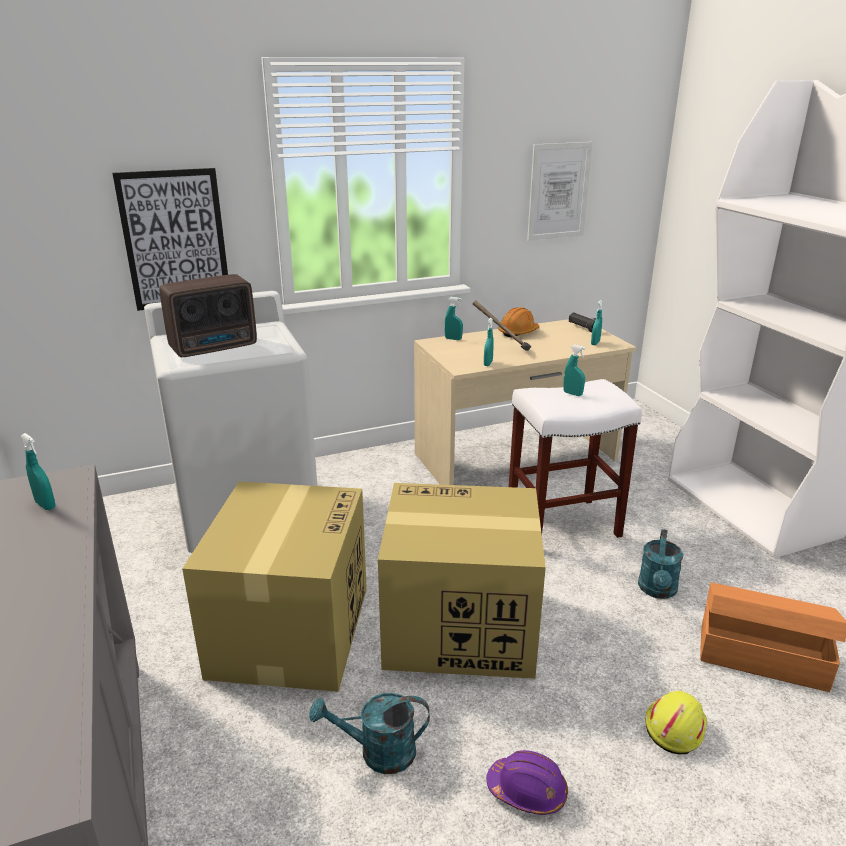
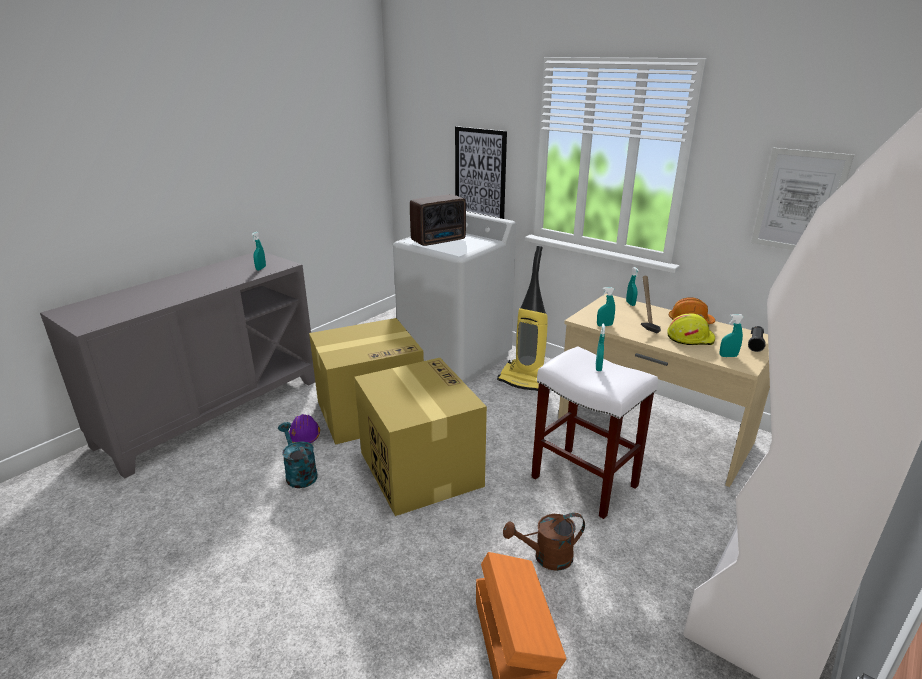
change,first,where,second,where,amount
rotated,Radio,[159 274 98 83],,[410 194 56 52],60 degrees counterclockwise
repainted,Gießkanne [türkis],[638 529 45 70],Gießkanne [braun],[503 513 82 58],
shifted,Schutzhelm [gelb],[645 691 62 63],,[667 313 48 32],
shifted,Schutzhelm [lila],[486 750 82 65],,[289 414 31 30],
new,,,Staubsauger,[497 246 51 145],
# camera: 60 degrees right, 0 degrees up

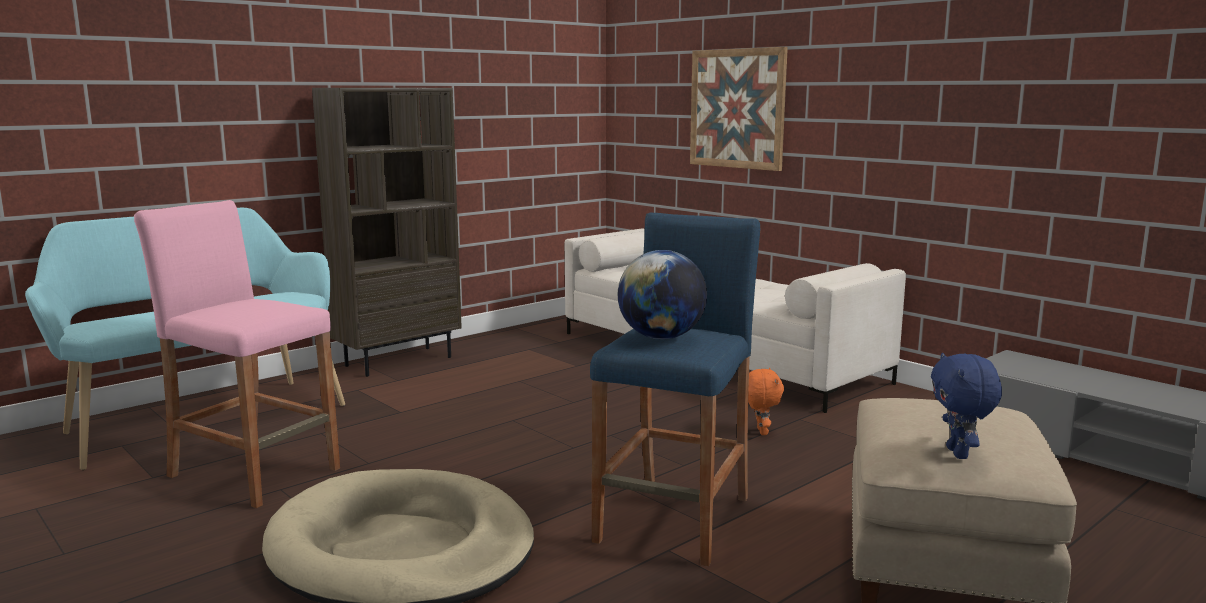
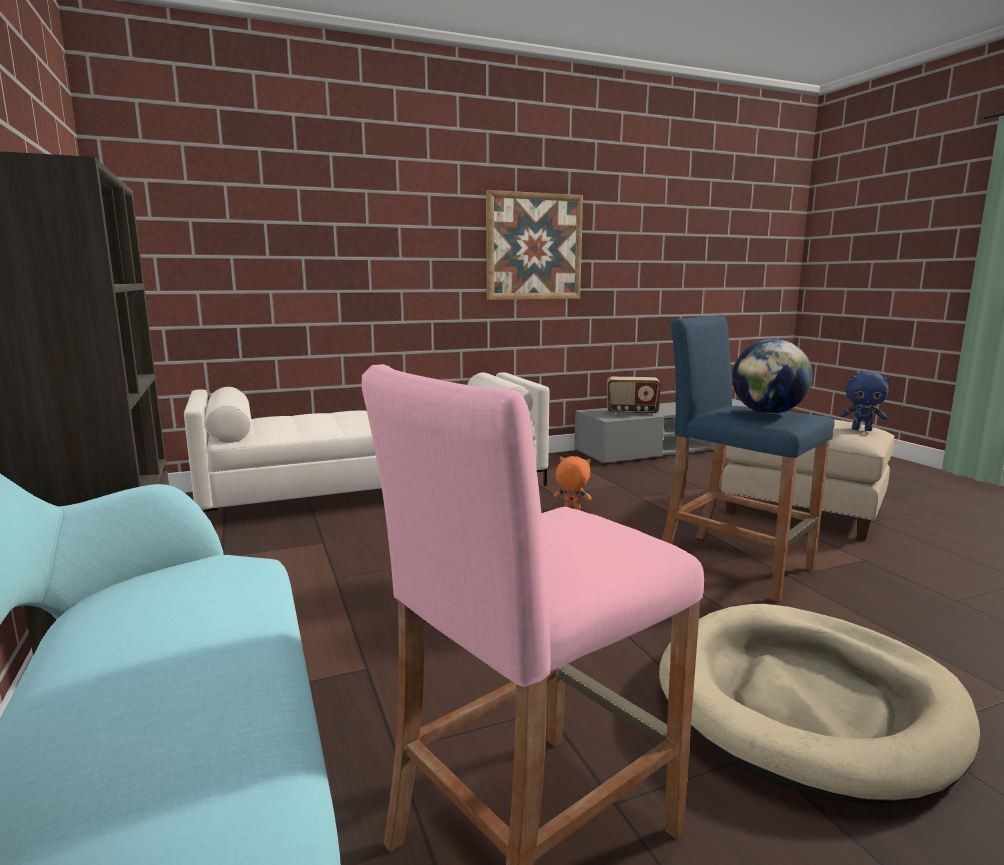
change,first,where,second,where,amount
shifted,Bild,[690 47 98 124],,[486 190 97 110],
new,,,Radio,[607 377 54 38],
# camera: 70 degrees left, 0 degrees up

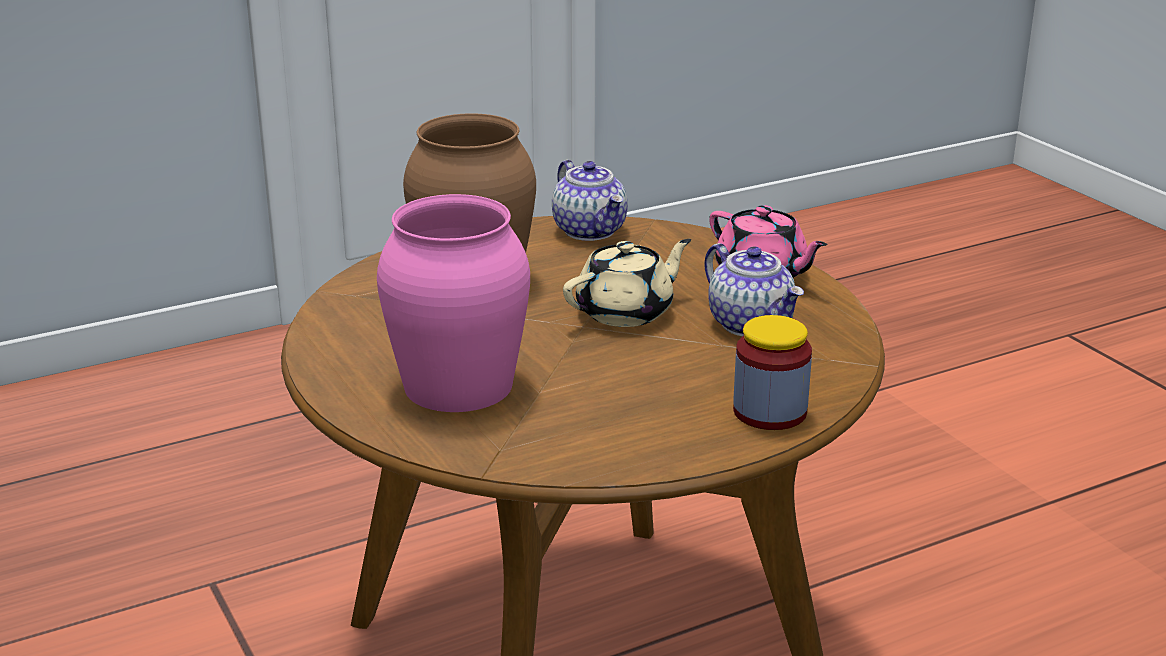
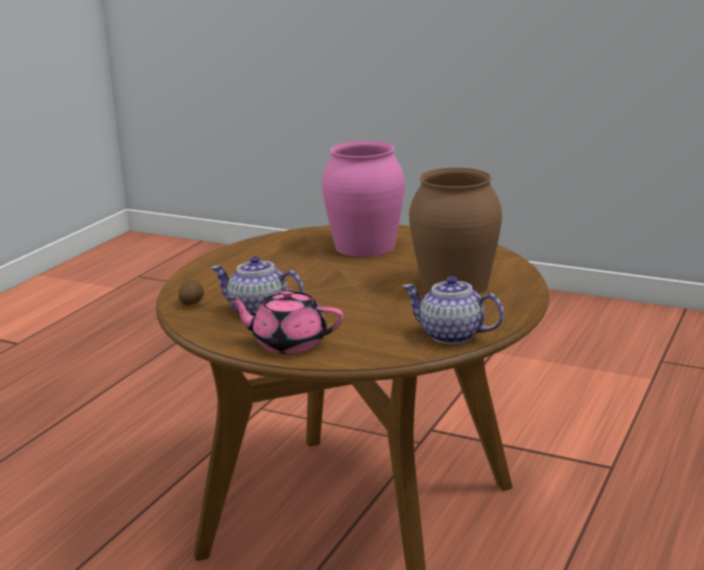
change,first,where,second,where,amount
gone,Teekanne [beige],[563 239 128 88],,,
gone,Vorratsglas,[733 315 79 115],,,
new,,,Kartoffel,[179 280 25 25],
# camera: 145 degrees right, 5 degrees down

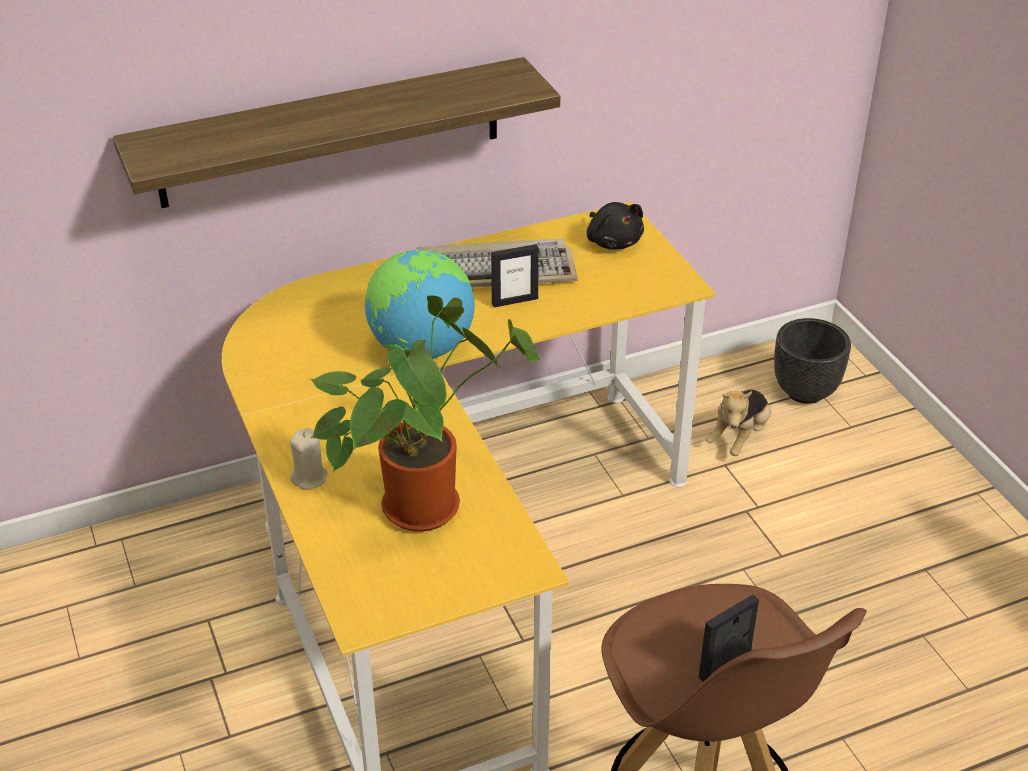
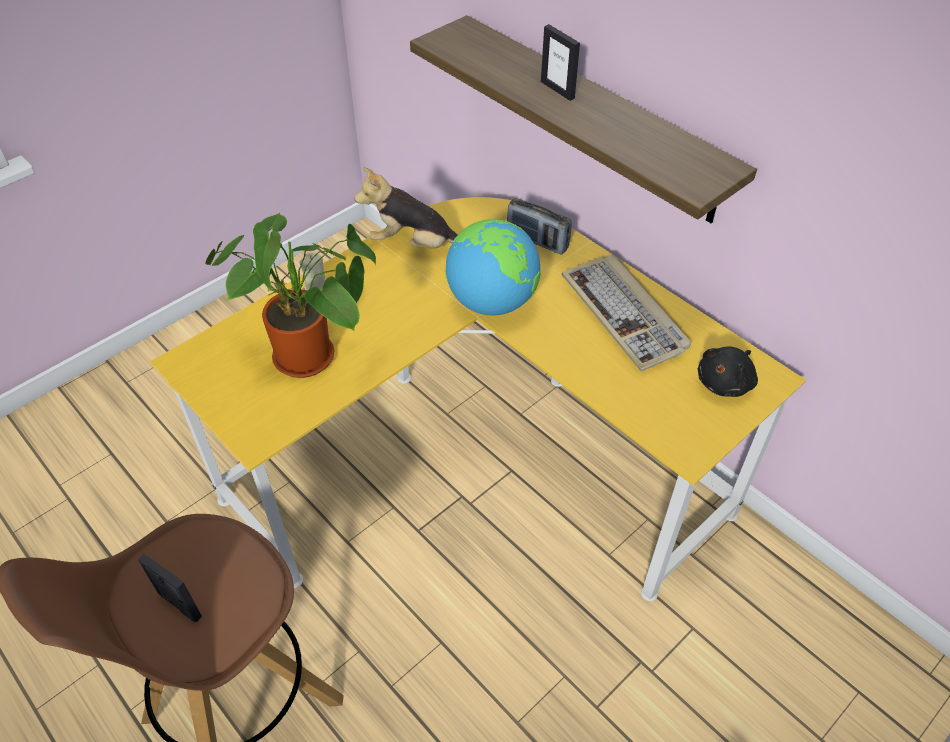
change,first,where,second,where,amount
shifted,Bilderrahmen,[491 244 48 63],,[541 24 39 77],
gone,Pflanzkübel [schwarz],[774 318 77 86],,,
shifted,Plüschtier,[705 390 66 66],,[355 167 102 82],
new,,,Radio,[507 198 64 57],
# camera: 70 degrees right, 10 degrees up

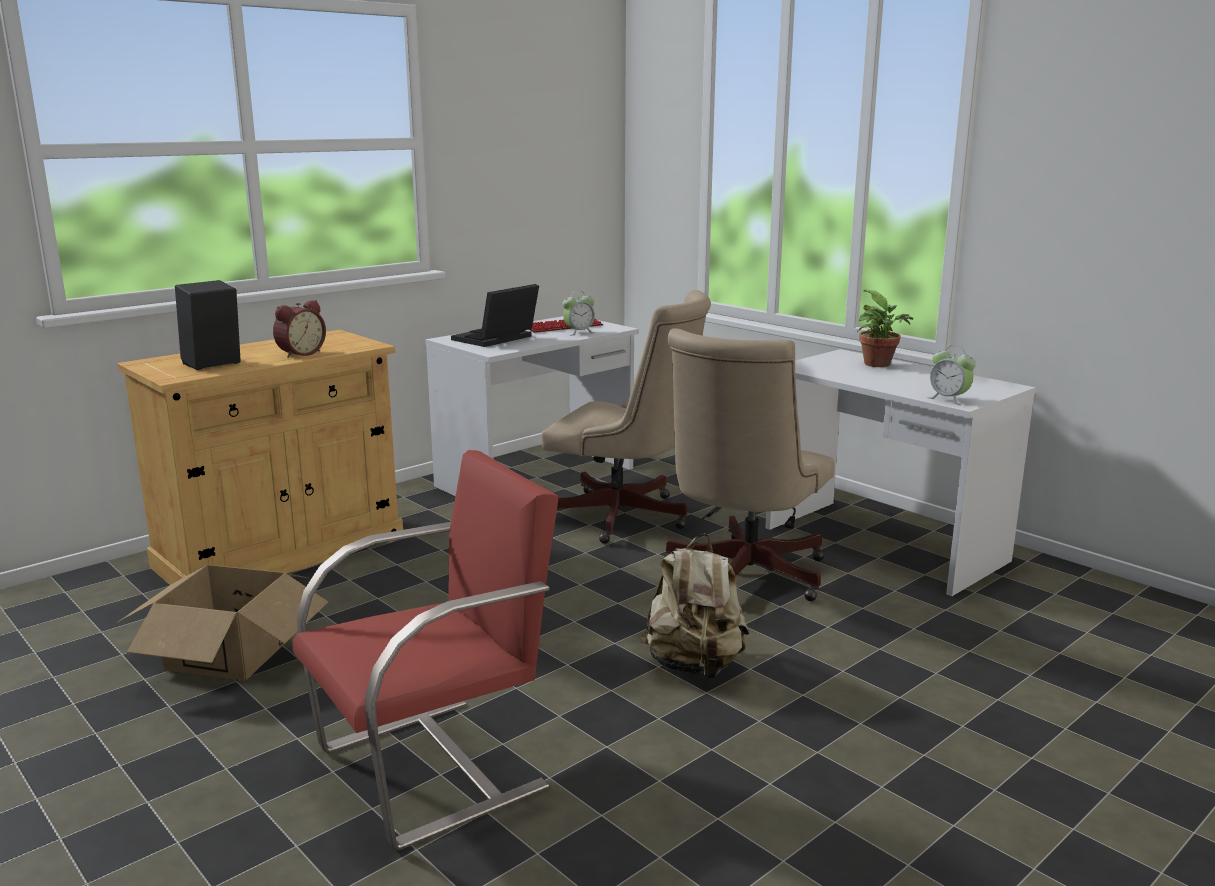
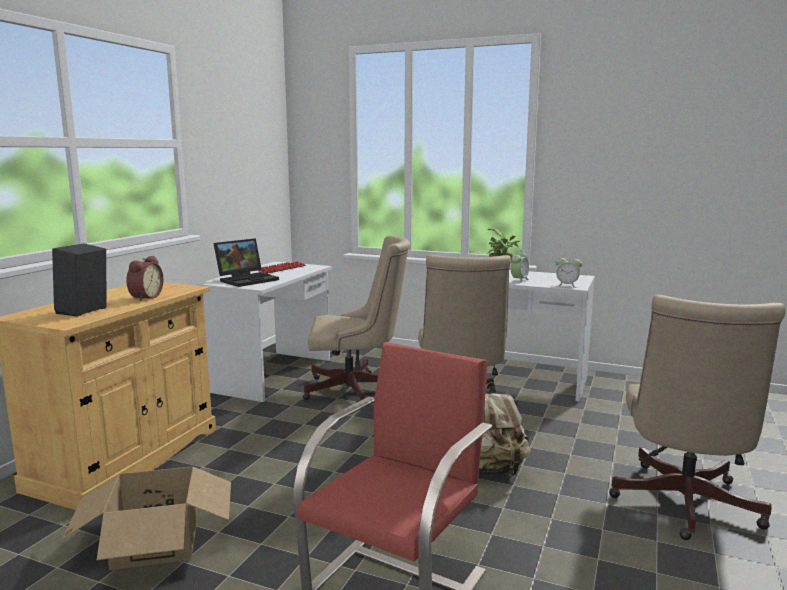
change,first,where,second,where,amount
rotated,Laptop,[451 284 88 63],,[213 238 66 49],150 degrees counterclockwise
shifted,Wecker,[562 291 33 45],,[511 250 18 33],
new,,,Bürostuhl [beige],[609 295 177 245],
# camera: 25 degrees left, 5 degrees down

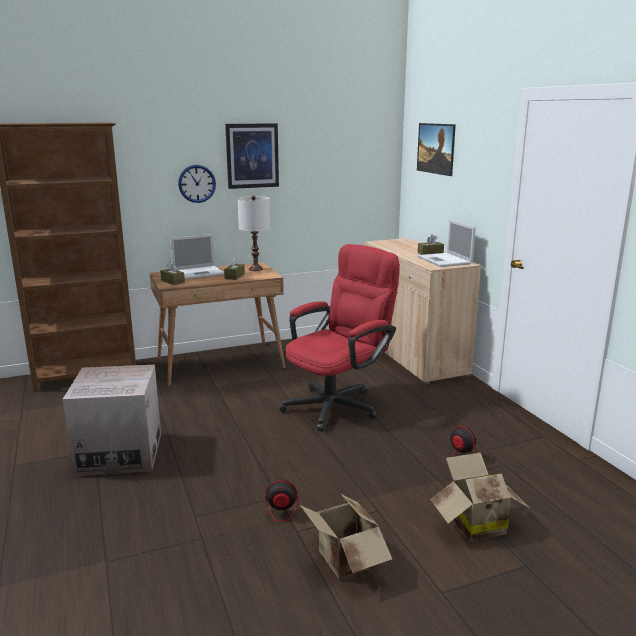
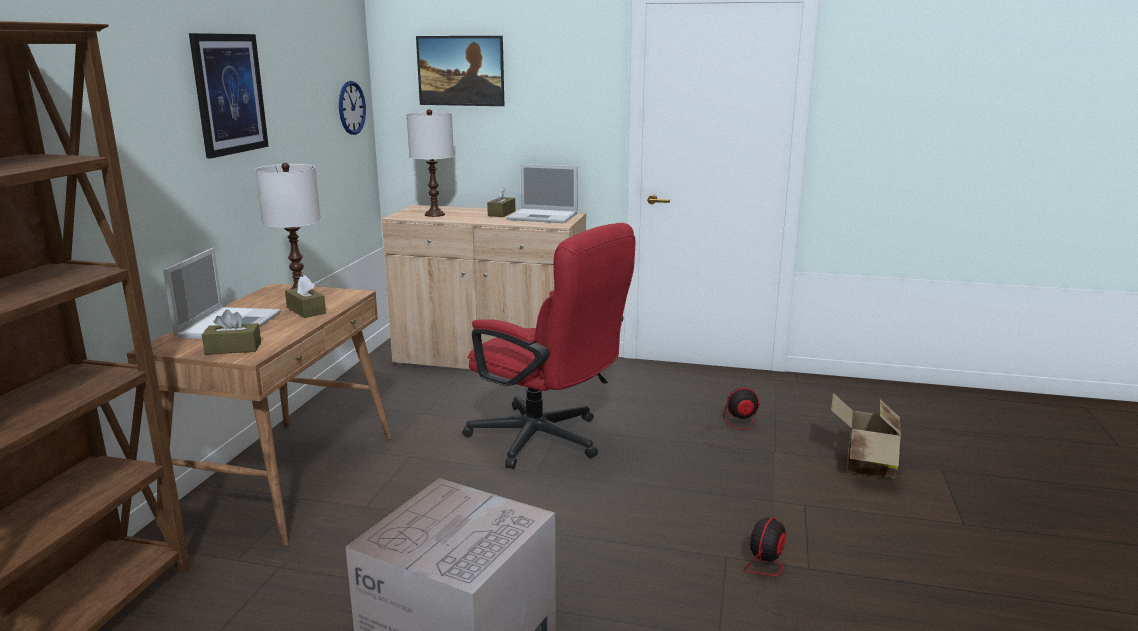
change,first,where,second,where,amount
shifted,Wanduhr,[178 165 38 38],,[339 81 27 54],
rotated,Bürostuhl [rot],[280 244 120 187],,[462 223 174 246],135 degrees clockwise
gone,Karton,[300 493 92 85],,,
new,,,Tischlampe [weiß],[407 109 47 108],
# camera: 55 degrees left, 0 degrees up

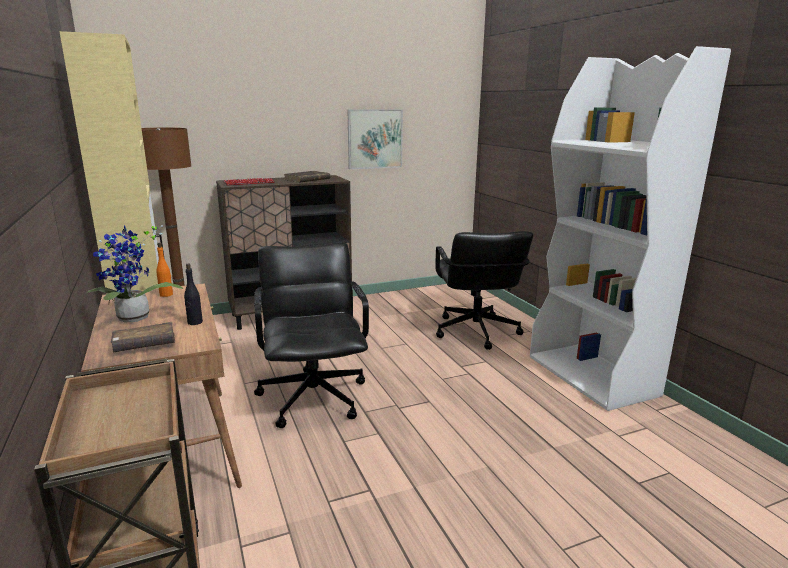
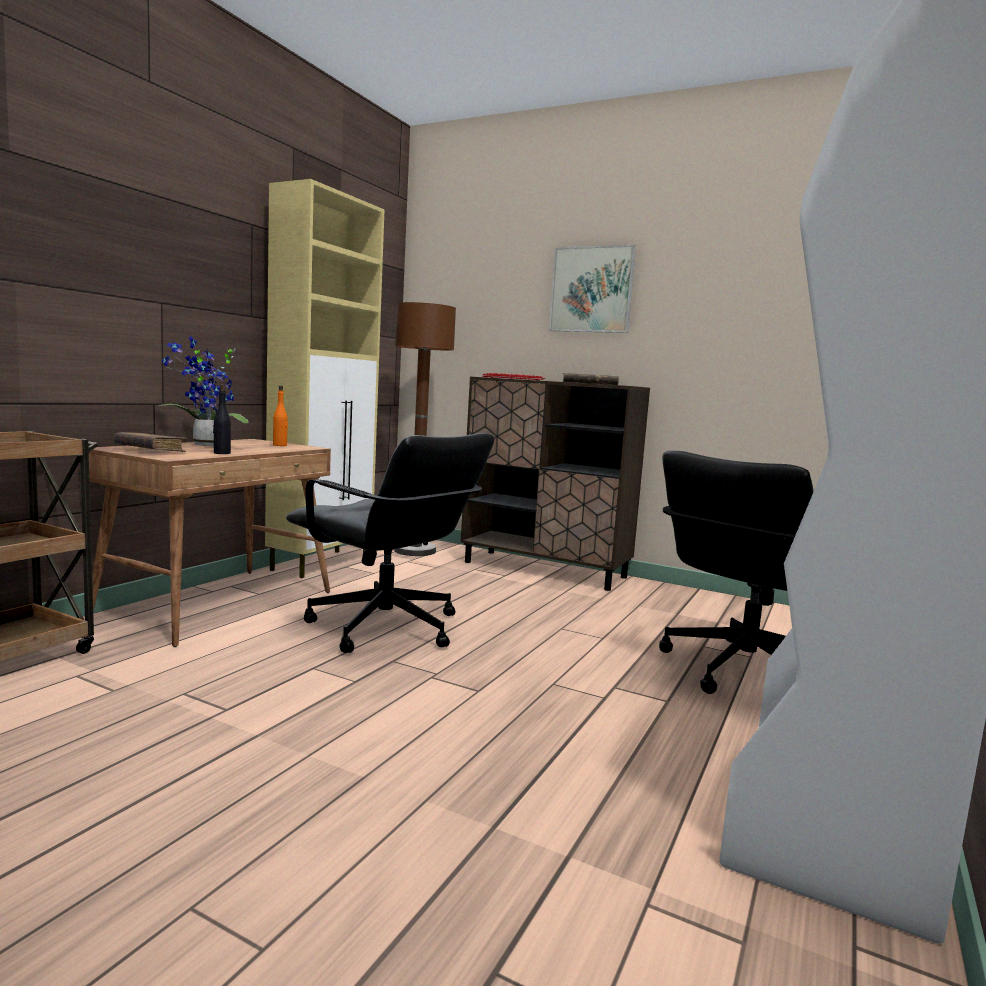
change,first,where,second,where,amount
shifted,Bild,[347 109 56 60],,[549 245 87 88],
rotated,Bürostuhl [schwarz],[254 242 115 186],,[286 433 208 220],90 degrees clockwise
# camera: 50 degrees right, 10 degrees down

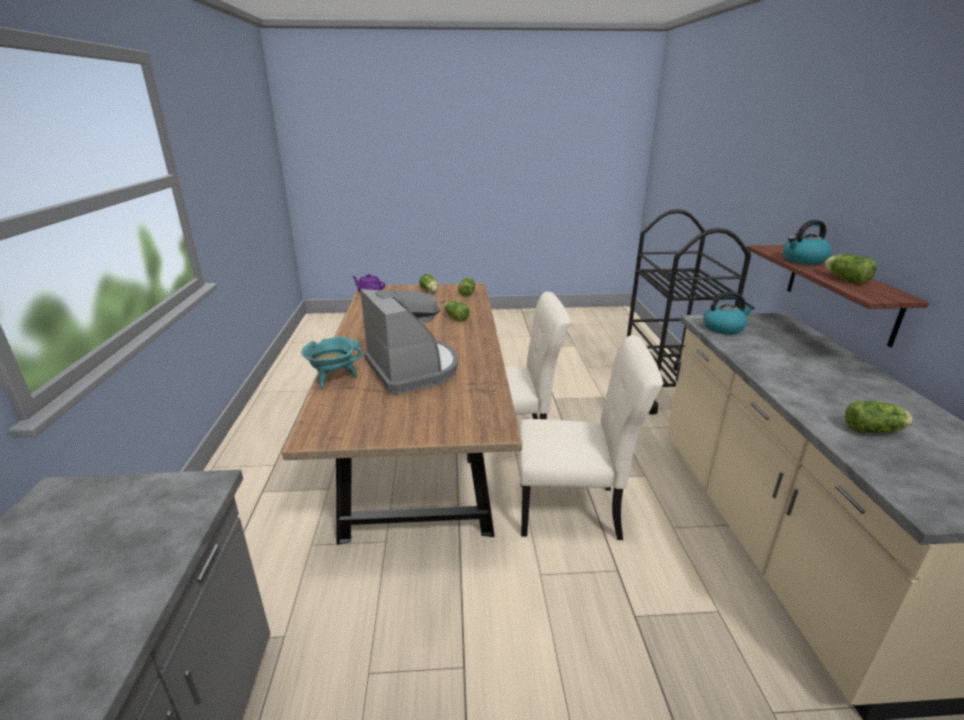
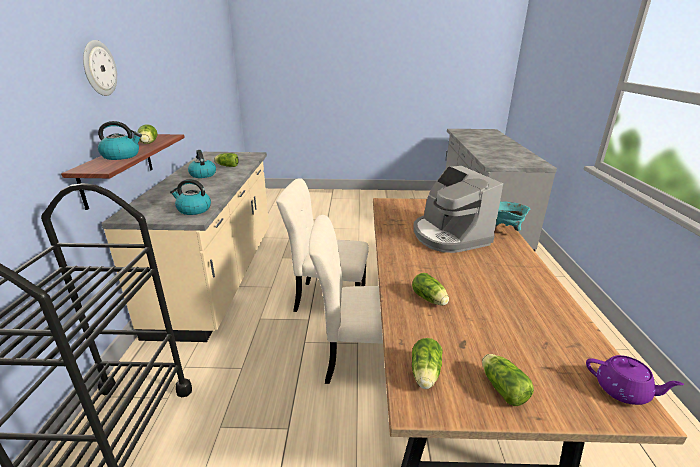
change,first,where,second,where,amount
new,,,Wanduhr,[83 40 34 56],
new,,,Wasserkessel,[188 150 28 28],
# camera: 175 degrees left, 0 degrees up

